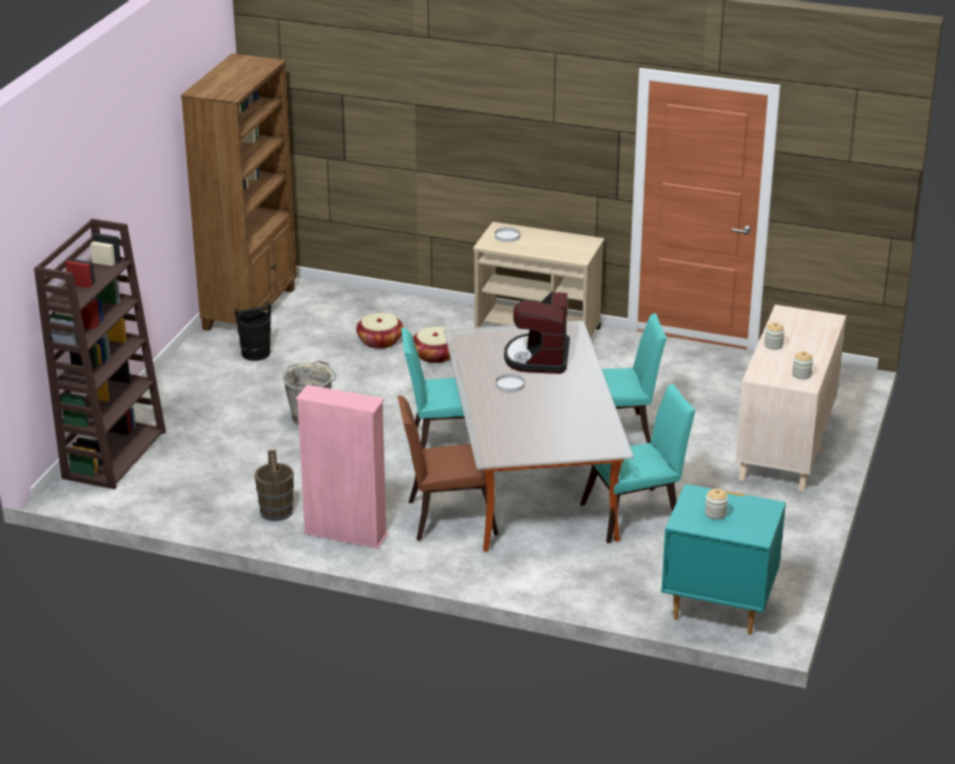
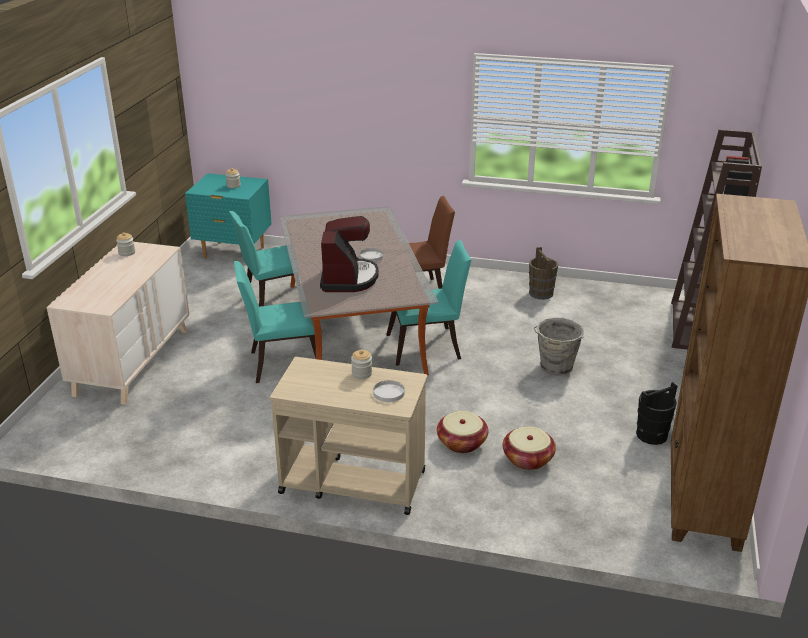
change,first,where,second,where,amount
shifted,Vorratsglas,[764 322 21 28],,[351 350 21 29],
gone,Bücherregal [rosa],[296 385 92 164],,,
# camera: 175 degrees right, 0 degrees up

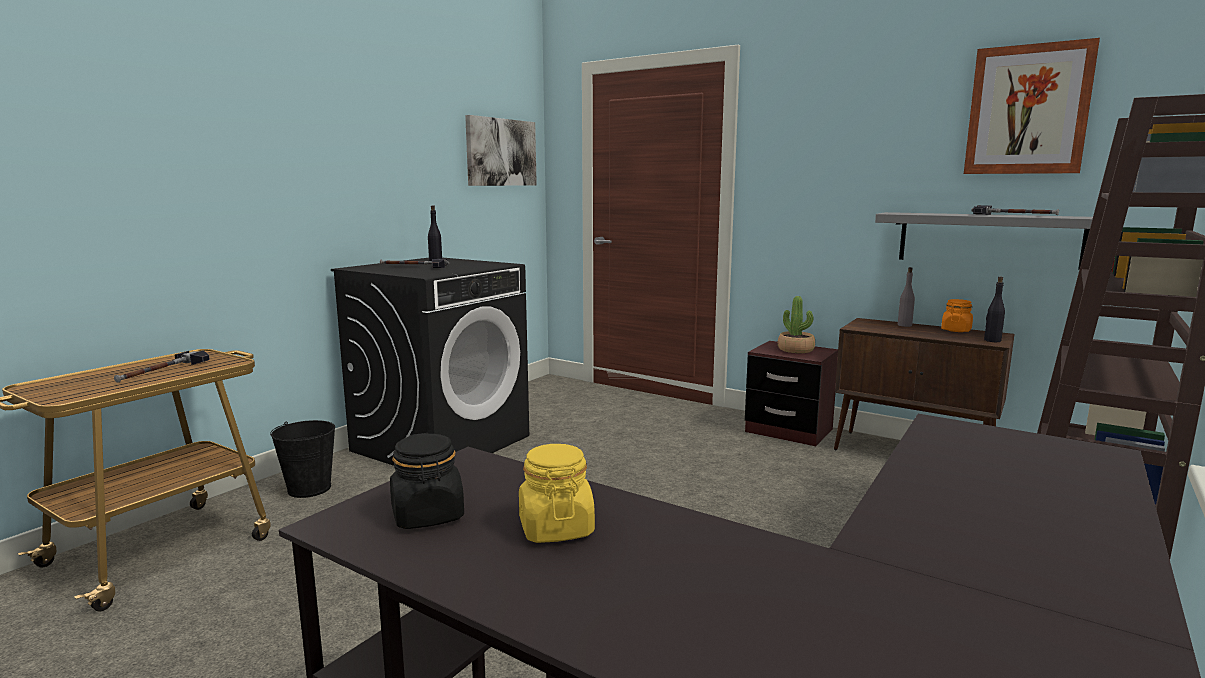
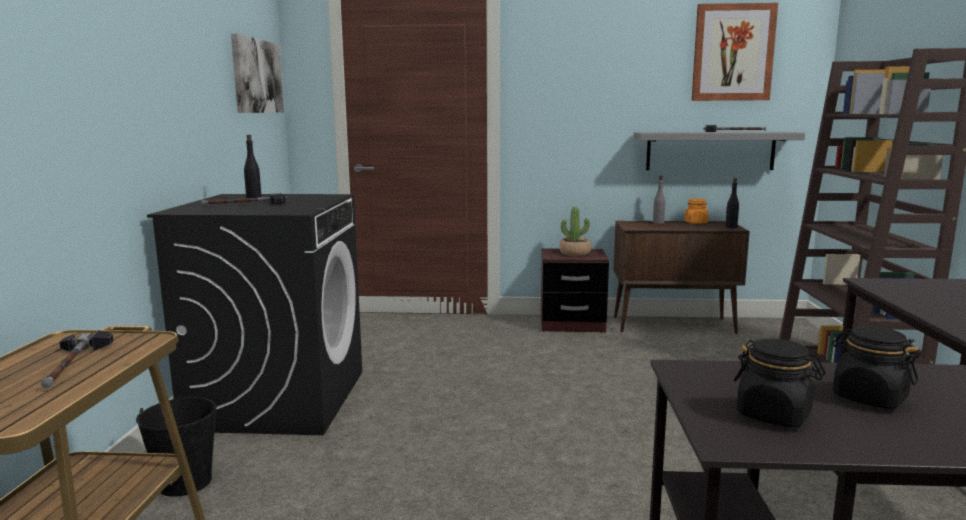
change,first,where,second,where,amount
repainted,Vorratsglas [gelb],[519 444 76 99],Vorratsglas [schwarz],[832 326 87 83],
# camera: 30 degrees left, 0 degrees up

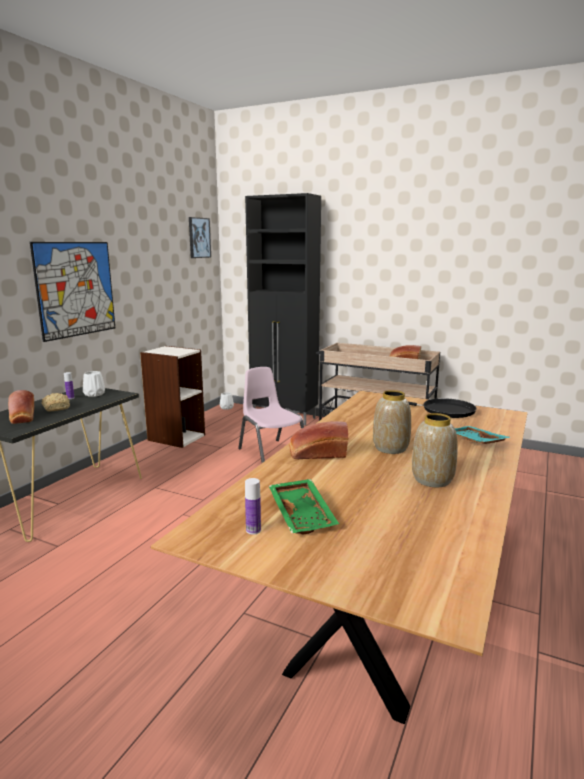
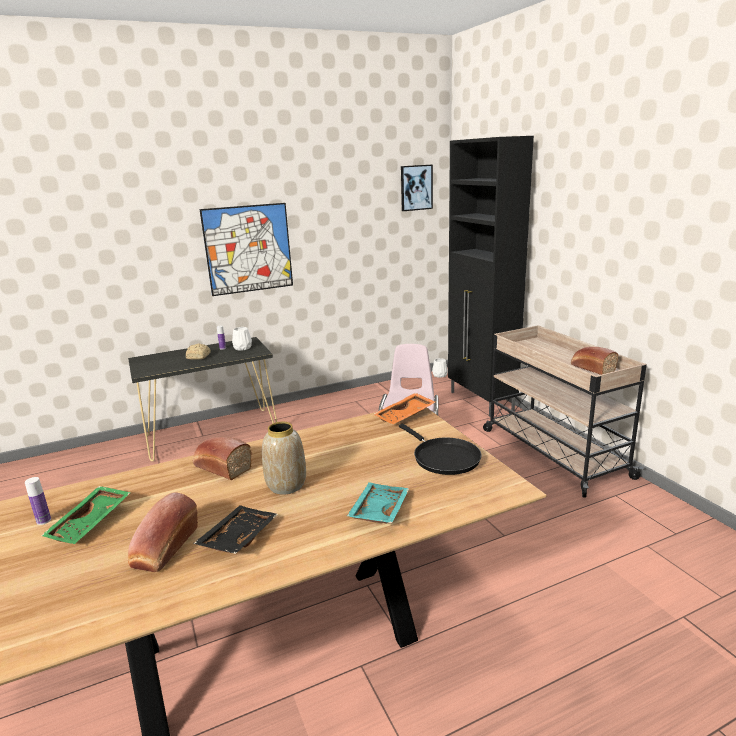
change,first,where,second,where,amount
gone,Bücherregal,[140 346 65 102],,,
shifted,Brot,[8 390 26 34],,[128 492 70 80],
swapped,Vase,[412 413 46 74],Tablett [schwarz],[193 505 85 49],
new,,,Tablett [orange],[374 393 61 31],
# camera: 40 degrees right, 5 degrees up

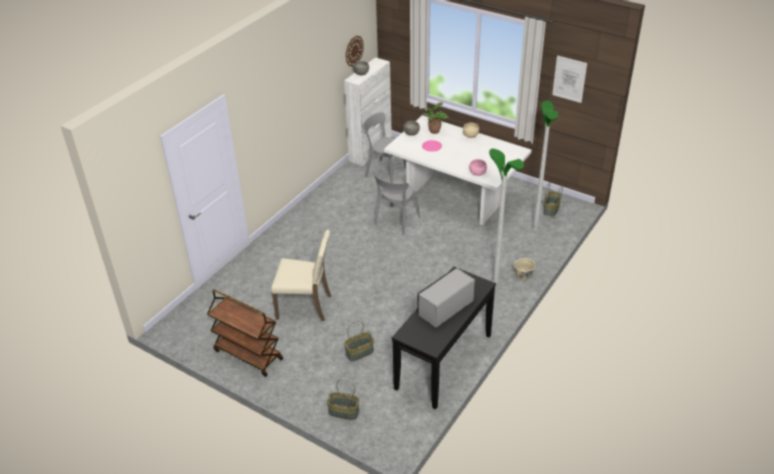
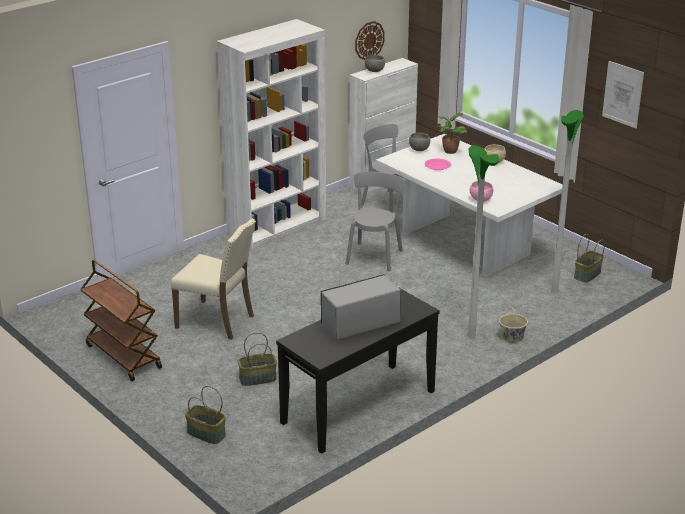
change,first,where,second,where,amount
rotated,Stuhl [grau],[372 171 48 64],,[346 172 59 100],150 degrees clockwise
new,,,Bücherregal [weiß],[217 19 109 230],
# camera: 15 degrees right, 10 degrees down

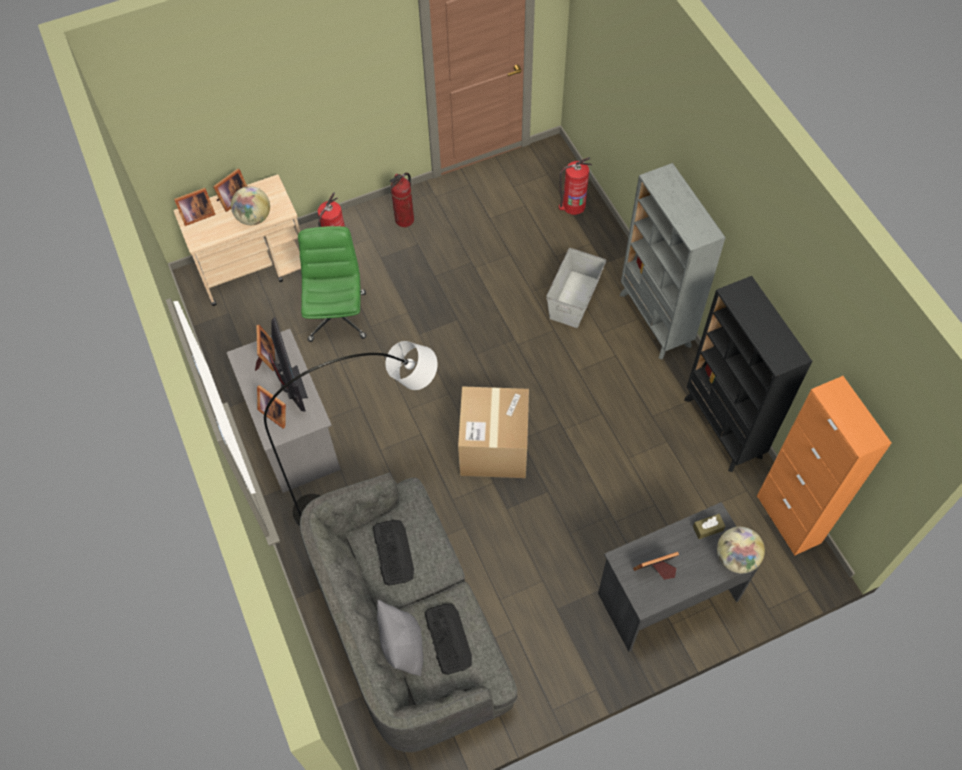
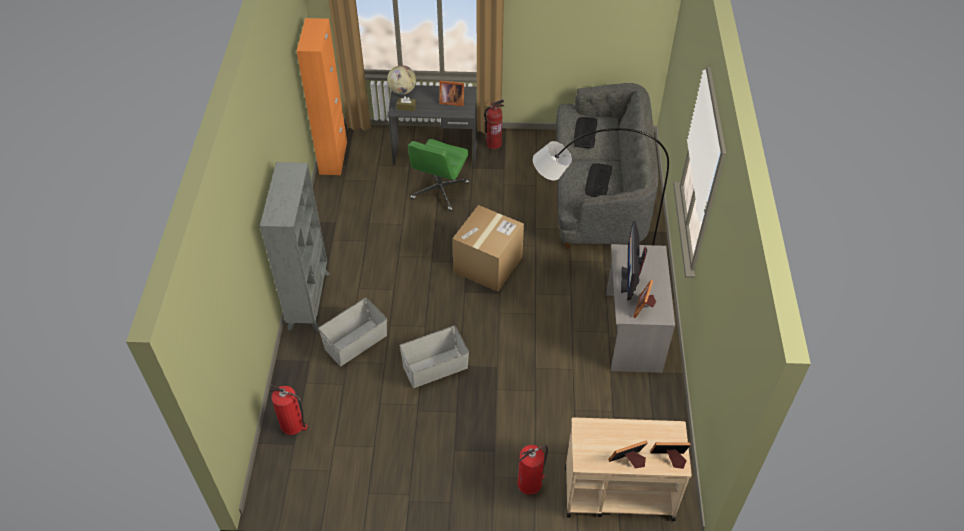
change,first,where,second,where,amount
shifted,Feuerlöscher,[390 173 24 54],,[484 99 20 50],
gone,Globus,[231 186 39 39],,,
shifted,Bürostuhl [grün],[298 226 68 116],,[408 139 61 72],
gone,Bücherregal [schwarz],[684 276 128 196],,,
gone,Bilderrahmen,[257 385 29 44],,,
gone,Kissen [grau],[377 600 46 76],,,
new,,,Aufbewahrungsbox [grau],[400 326 69 62],
# camera: 155 degrees left, 10 degrees down

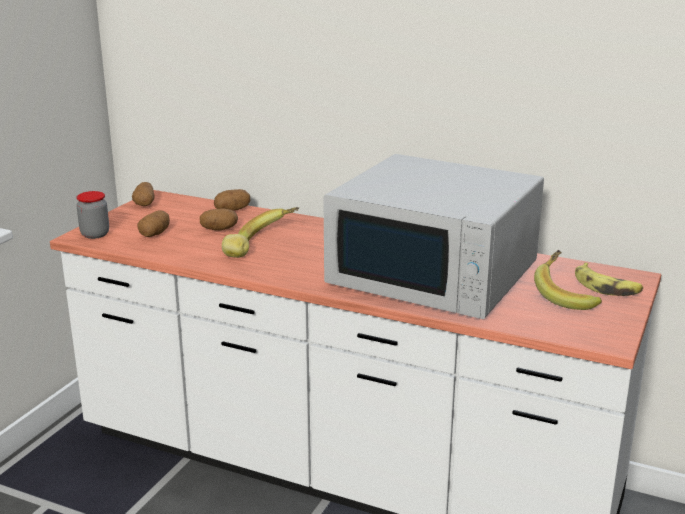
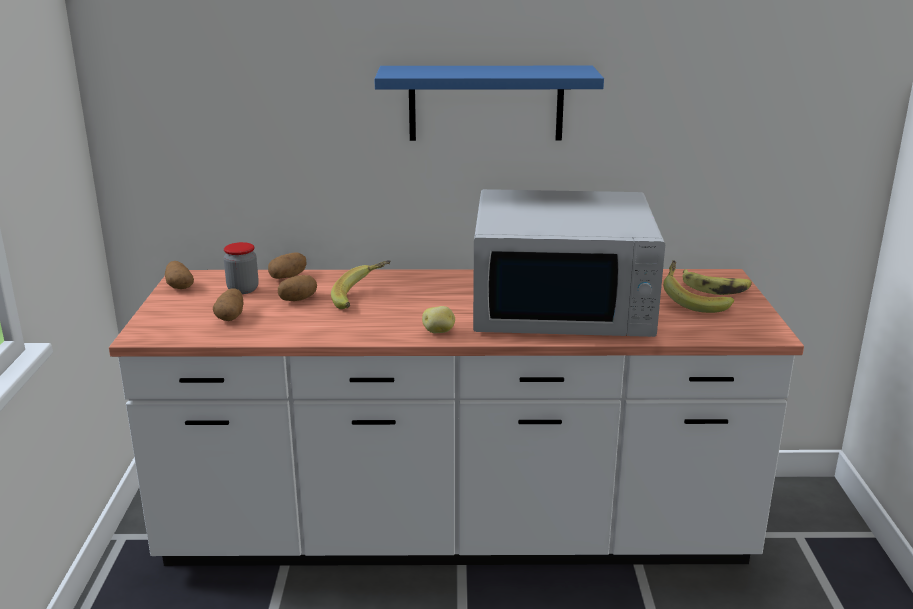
change,first,where,second,where,amount
shifted,Vorratsglas,[76 191 33 48],,[224 242 35 52],
shifted,Kartoffel,[222 234 27 24],,[422 306 33 27],
new,,,Wandregal [blau],[374 66 230 75],
# camera: 25 degrees left, 0 degrees up

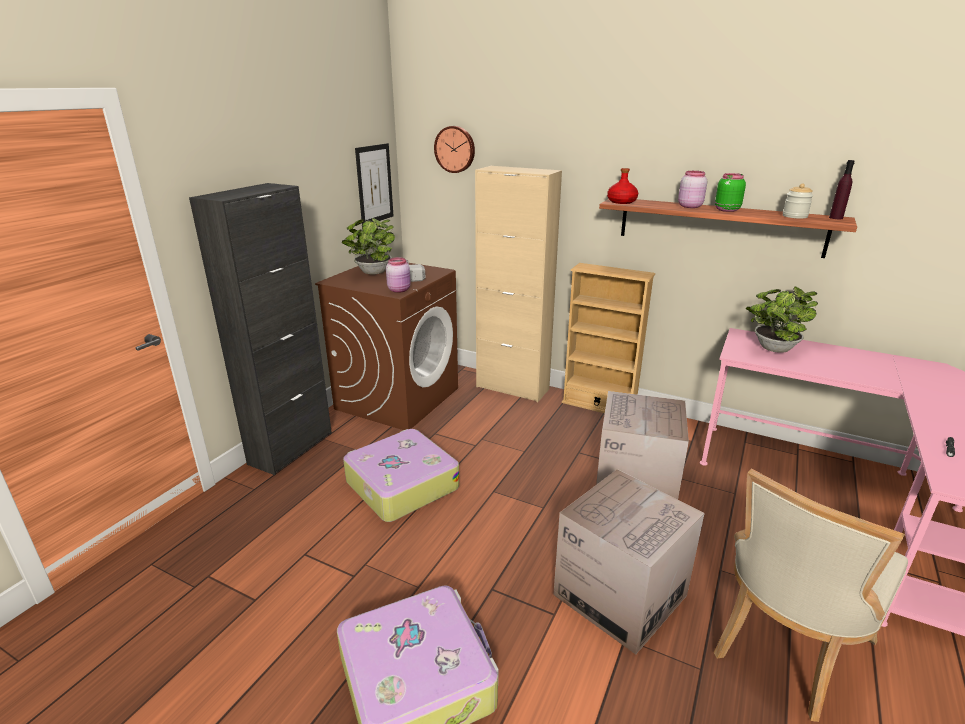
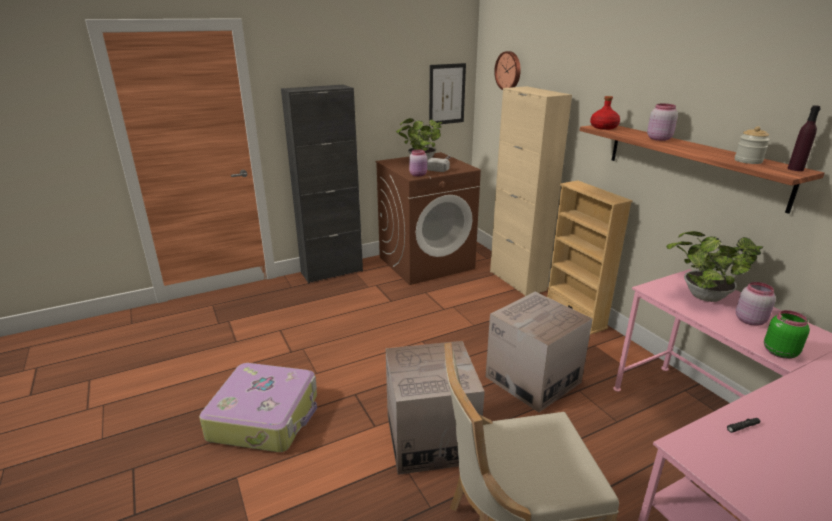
change,first,where,second,where,amount
shifted,Vorratsglas [grün],[715 173 31 39],,[764 310 46 49],
gone,Koffer,[343 429 116 93],,,
new,,,Vorratsglas [rosa],[736 282 40 44],
# camera: 35 degrees right, 0 degrees up

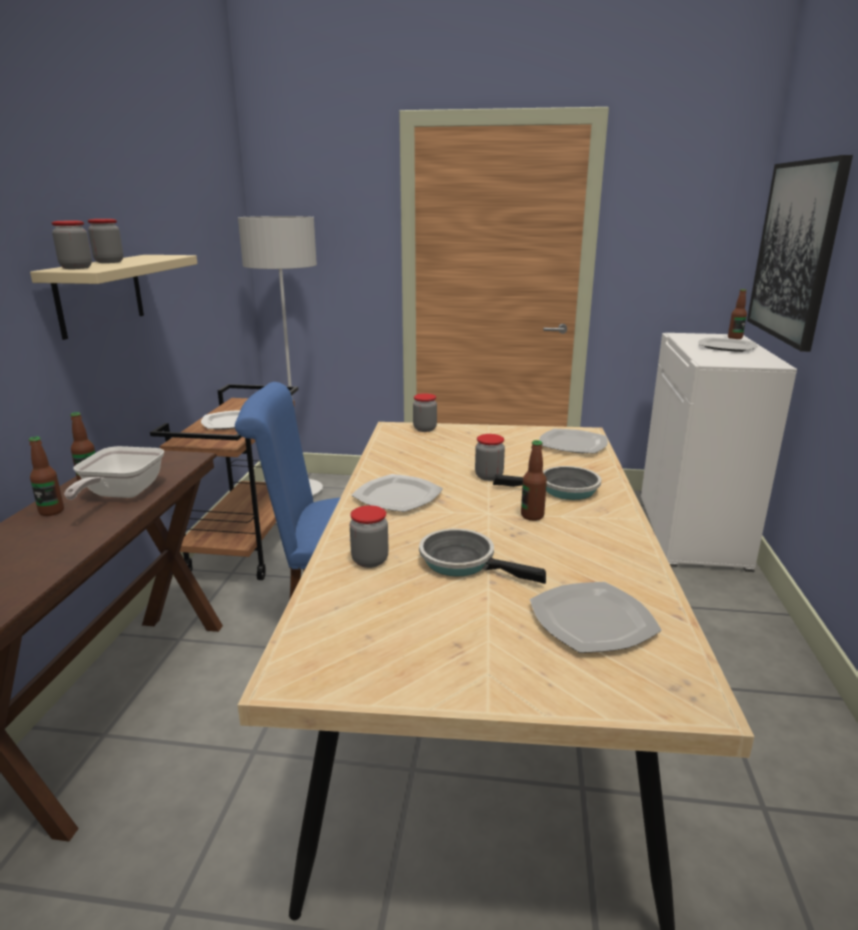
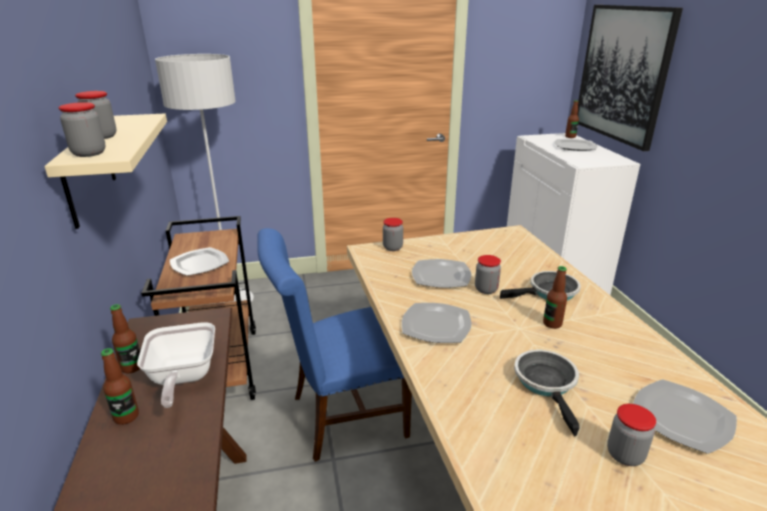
change,first,where,second,where,amount
shifted,Teller,[539 429 69 25],,[412 259 59 29],
shifted,Vorratsglas,[350 505 39 63],,[607 404 49 62],
rotated,Pfanne,[419 528 127 56],,[514 350 66 86],75 degrees clockwise
# camera: 20 degrees left, 5 degrees up

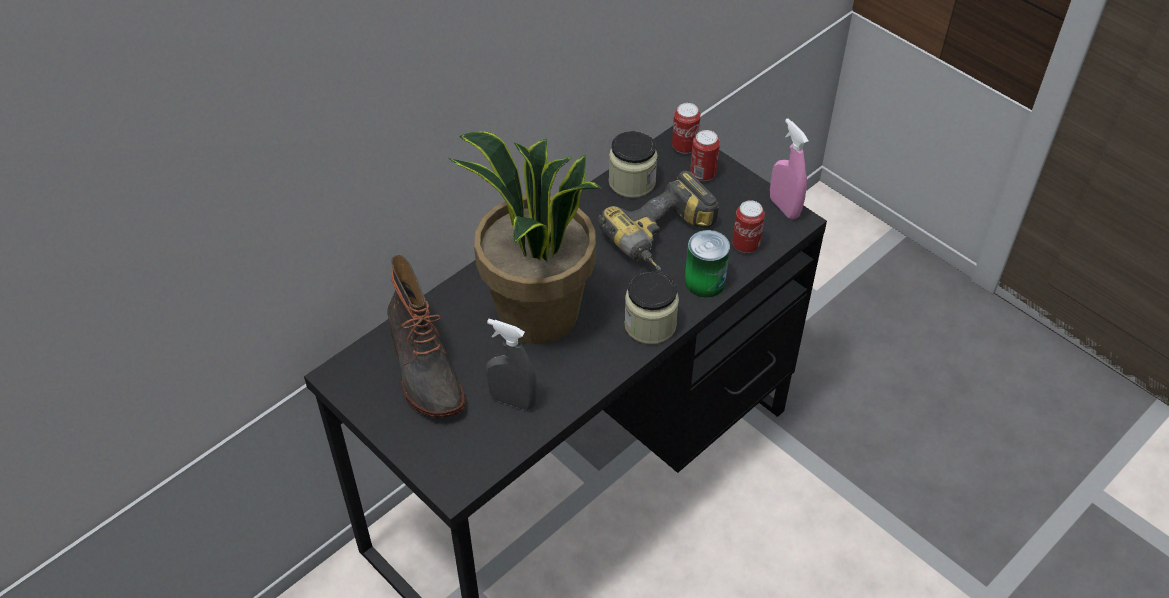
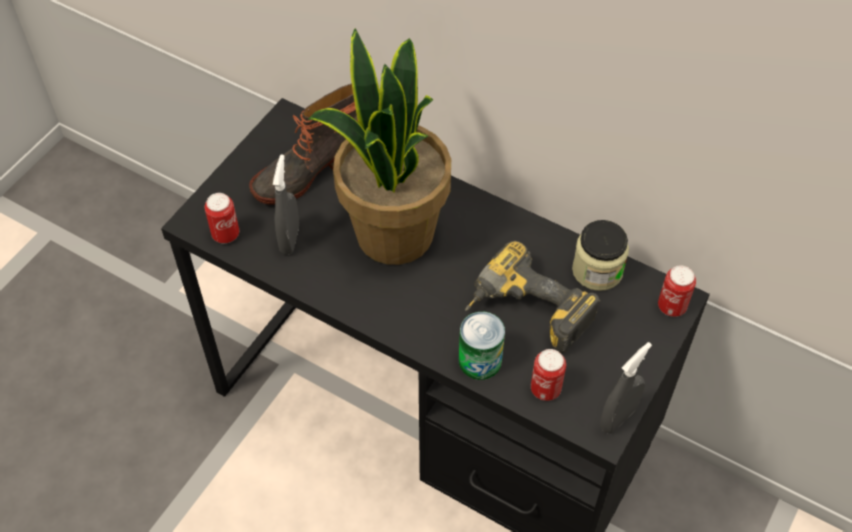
change,first,where,second,where,amount
repainted,Sprühflasche [rosa],[770 118 39 101],Sprühflasche [grau],[600 342 52 92],
shifted,Dose,[690 130 30 51],,[205 193 34 50],
gone,Vorratsglas,[624 271 55 73],,,
# camera: 75 degrees right, 5 degrees up

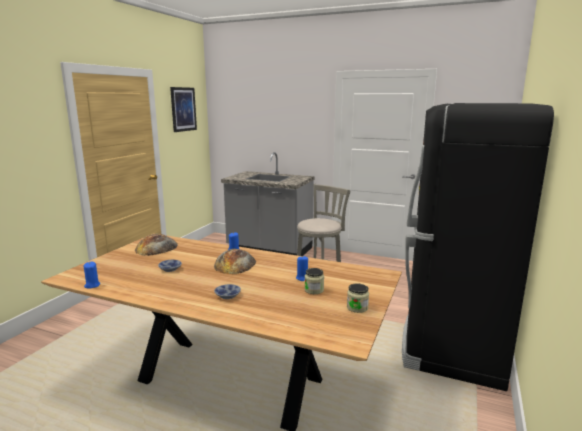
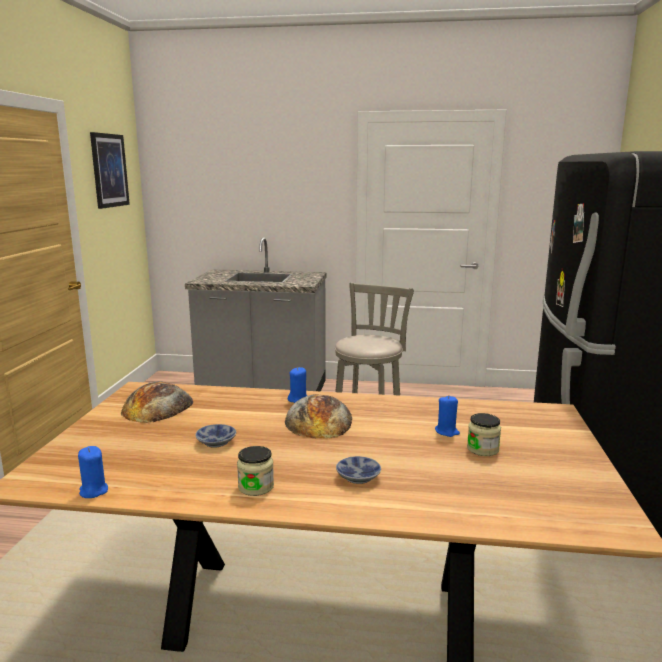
change,first,where,second,where,amount
shifted,Vorratsglas,[347 283 22 30],,[237 446 37 50],
# camera: 15 degrees left, 0 degrees up

